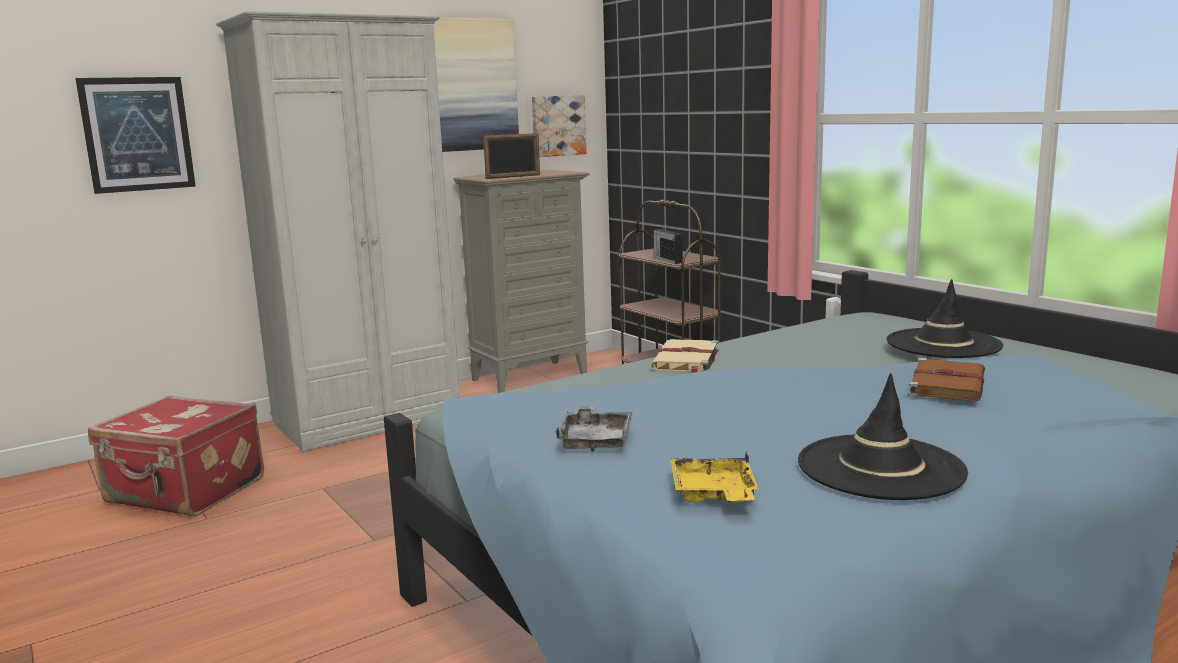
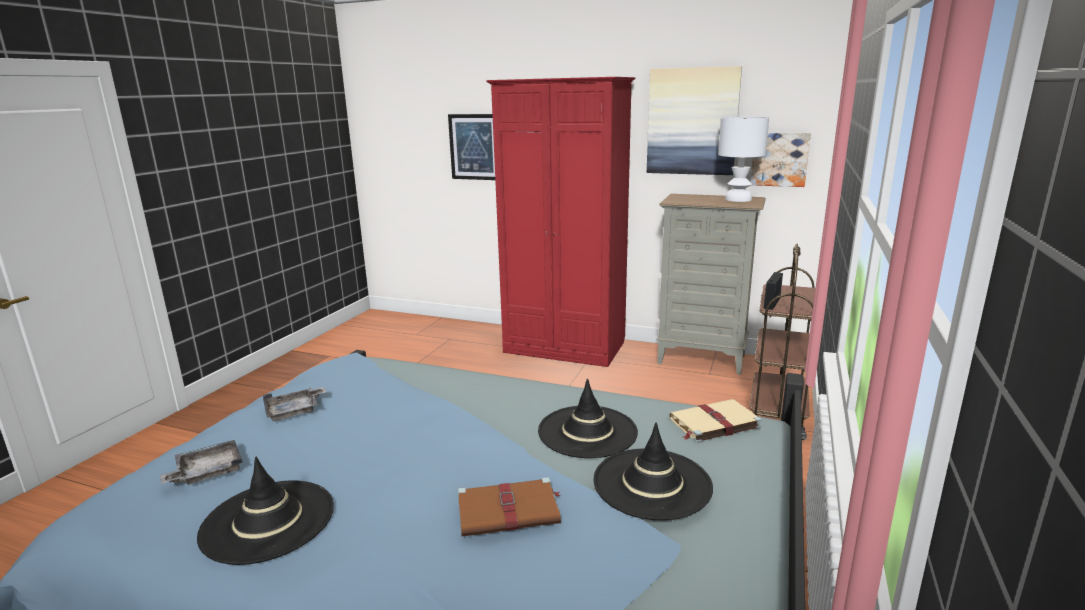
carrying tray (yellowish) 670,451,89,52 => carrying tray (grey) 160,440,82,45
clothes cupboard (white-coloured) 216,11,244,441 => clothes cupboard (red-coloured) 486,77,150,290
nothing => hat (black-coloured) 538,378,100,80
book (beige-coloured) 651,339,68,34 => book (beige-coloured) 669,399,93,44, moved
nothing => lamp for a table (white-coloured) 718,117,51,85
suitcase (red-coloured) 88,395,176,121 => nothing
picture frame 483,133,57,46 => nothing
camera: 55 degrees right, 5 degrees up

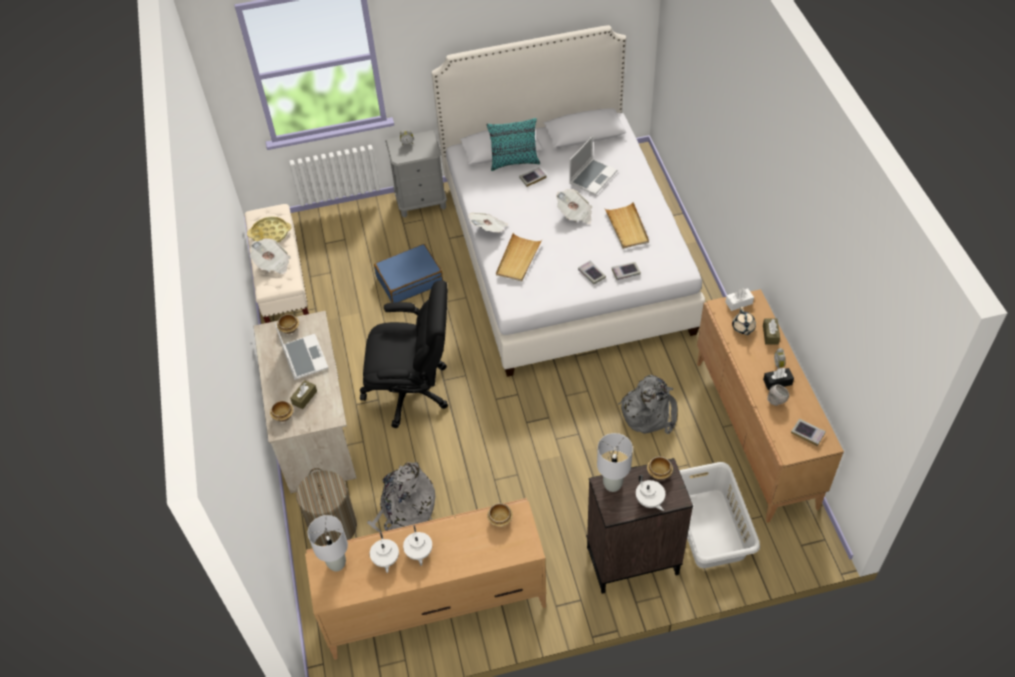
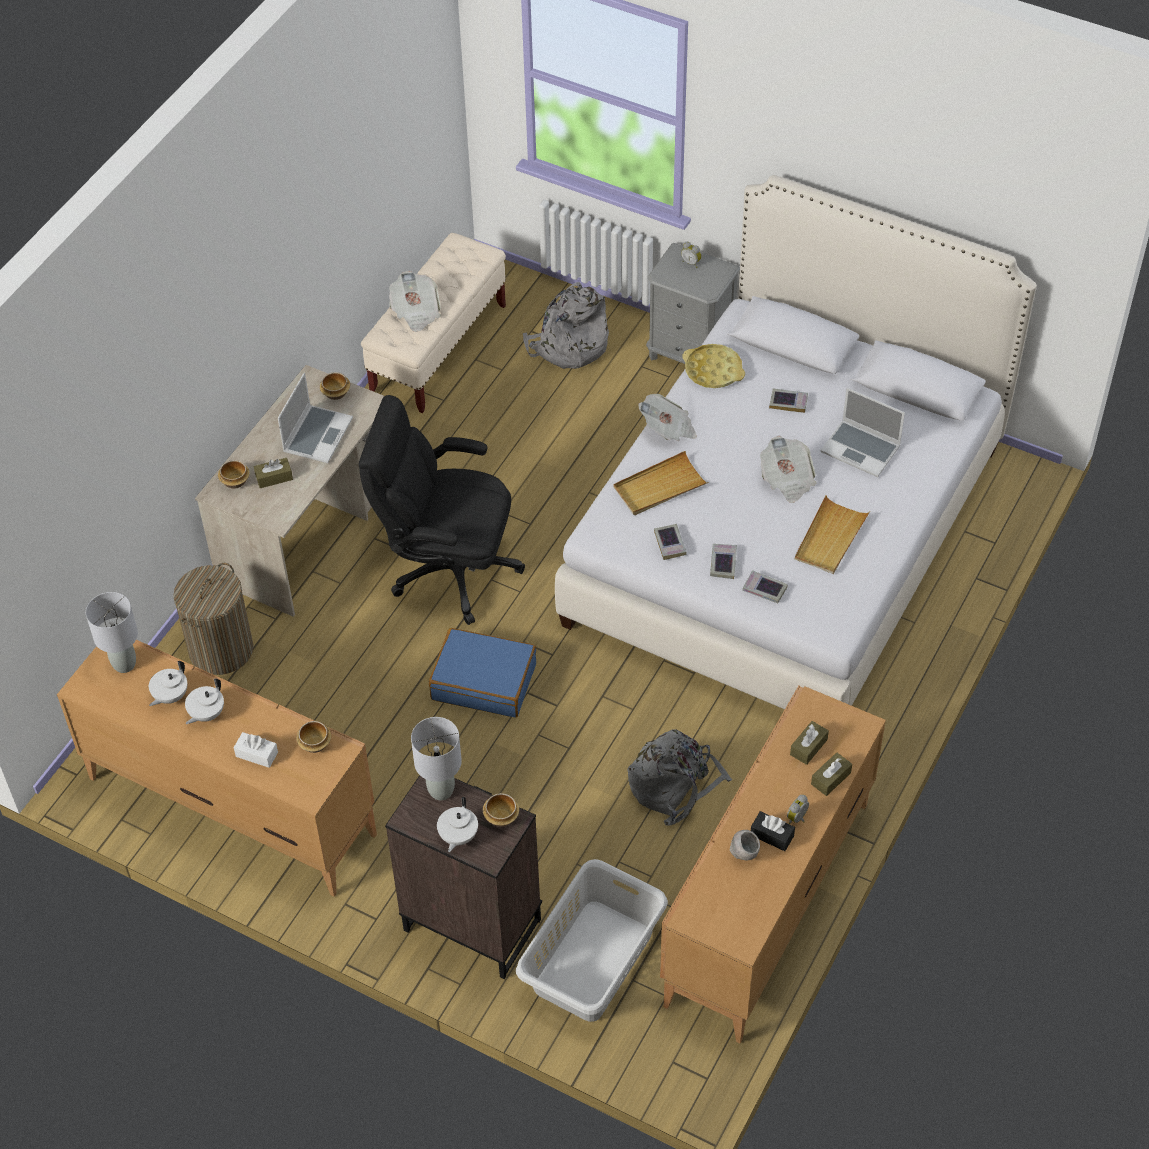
box of tissues (white-coloured) 725,288,29,23 => box of tissues (white-coloured) 234,732,44,36, moved
desk chair (black-coloured) 360,280,88,148 => desk chair (black-coloured) 359,395,166,230, 150 degrees clockwise
suitcase (blue-coloured) 374,244,69,59 => suitcase (blue-coloured) 429,628,107,90, moved
rucksack (grey) 367,462,68,70 => rucksack (grey) 523,282,86,87, moved
book 791,418,35,28 => book 654,524,33,36, moved
carrying tray (yellowish) 247,216,44,27 => carrying tray (yellowish) 682,344,63,44, moved
teapot (beige-coloured) 732,307,24,28 => box of tissues (brownish) 790,721,39,44
laptop 569,136,48,59 => laptop 820,388,85,89, 45 degrees clockwise
pillow (blue-green) 487,118,53,53 => nothing
camera: 40 degrees right, 0 degrees up

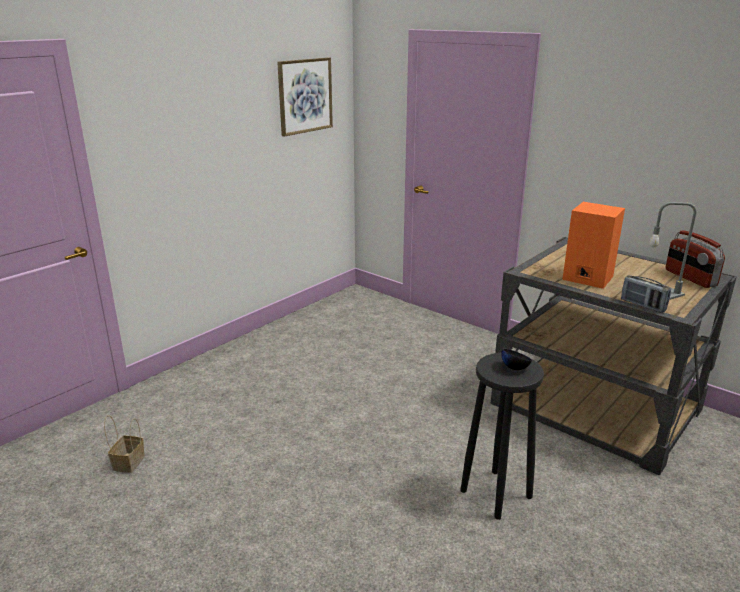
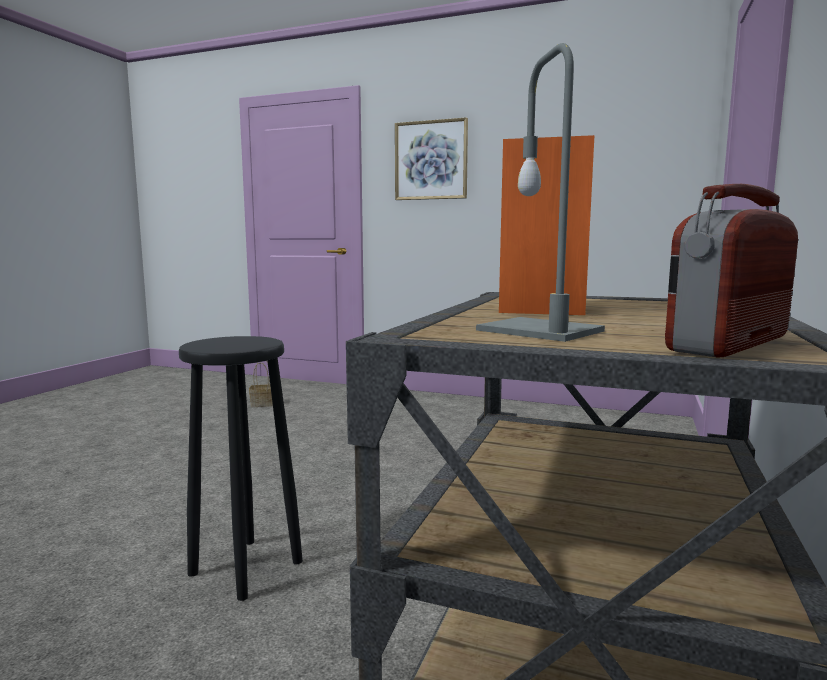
wall art 277,57,56,80 => wall art 395,117,73,83, moved
serving bowl (black-coloured) 501,349,31,21 => nothing
radio set 621,275,50,38 => nothing
camera: 70 degrees right, 15 degrees down

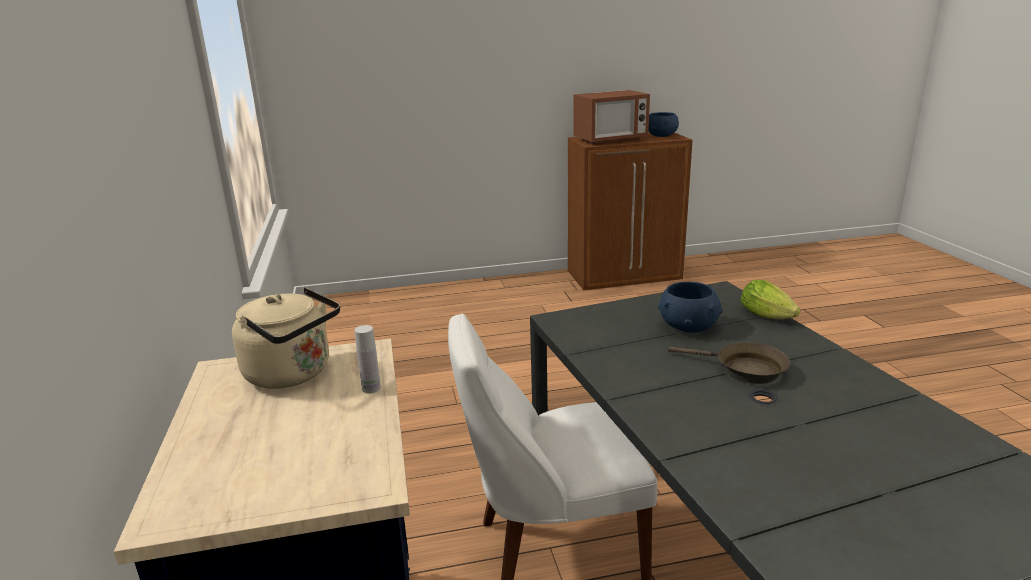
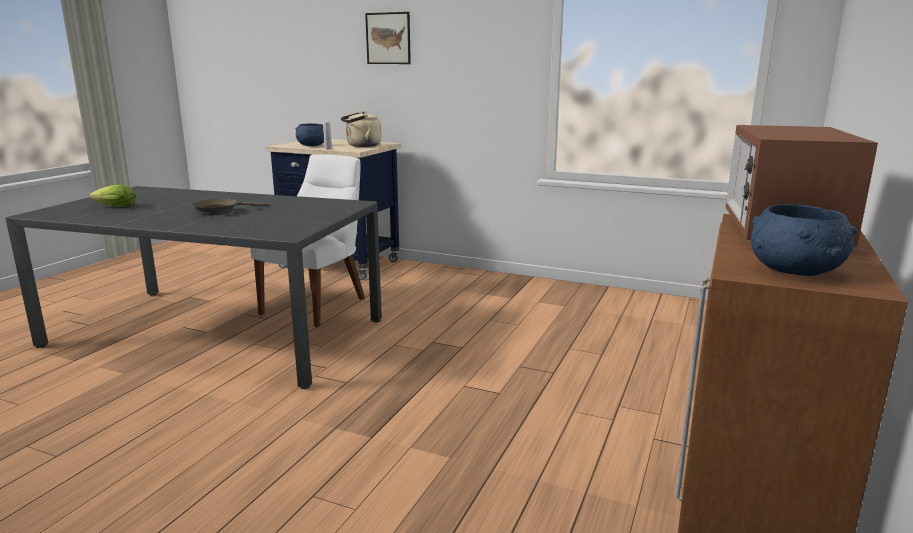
lettuce 741,280,60,39 => lettuce 89,185,47,22, moved
serving bowl (blue-coloured) 658,282,65,51 => serving bowl (blue-coloured) 295,123,29,23, moved
nothing => wall art 365,12,46,52
camera: 125 degrees right, 5 degrees down

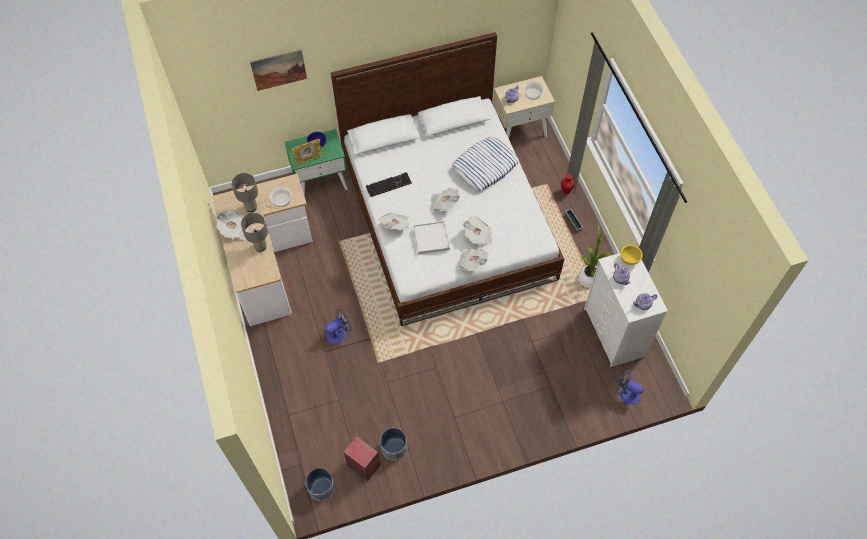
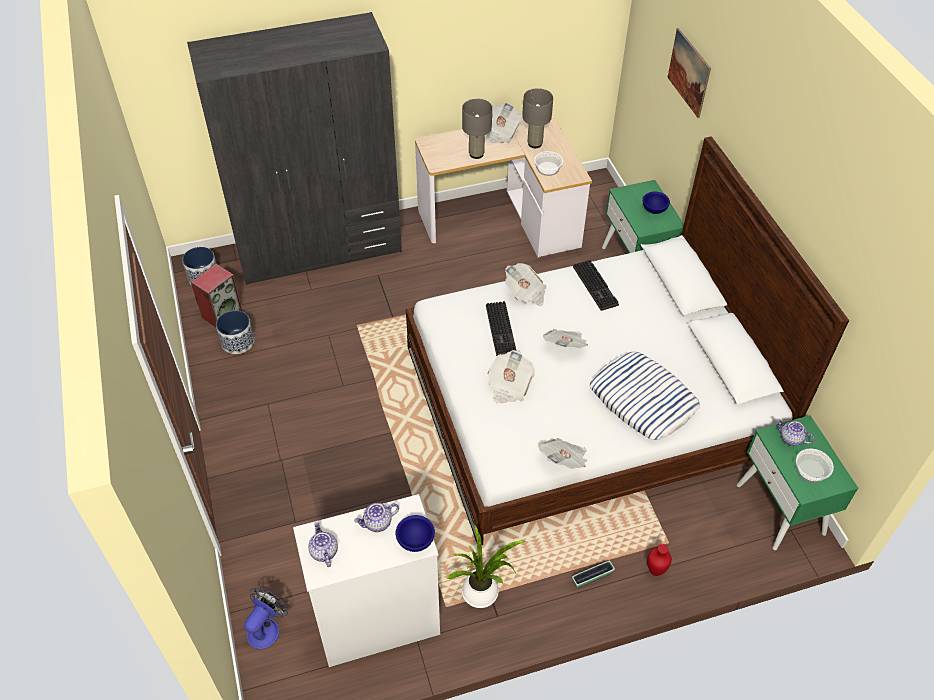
nothing => clothes cupboard (grey) 187,12,215,273
serving bowl (yellowish) 620,245,23,20 => serving bowl (blue-coloured) 396,515,39,37
carrying tray (white-coloured) 414,221,36,33 => keyboard 486,301,31,55
newspaper 457,249,32,22 => newspaper 539,438,48,31, moved
bedside table (beige-coloured) 493,76,62,62 => bedside table (green) 737,415,121,135
picture frame 292,139,31,27 => nothing
fan 325,309,27,35 => nothing
camera: 90 degrees right, 10 degrees down

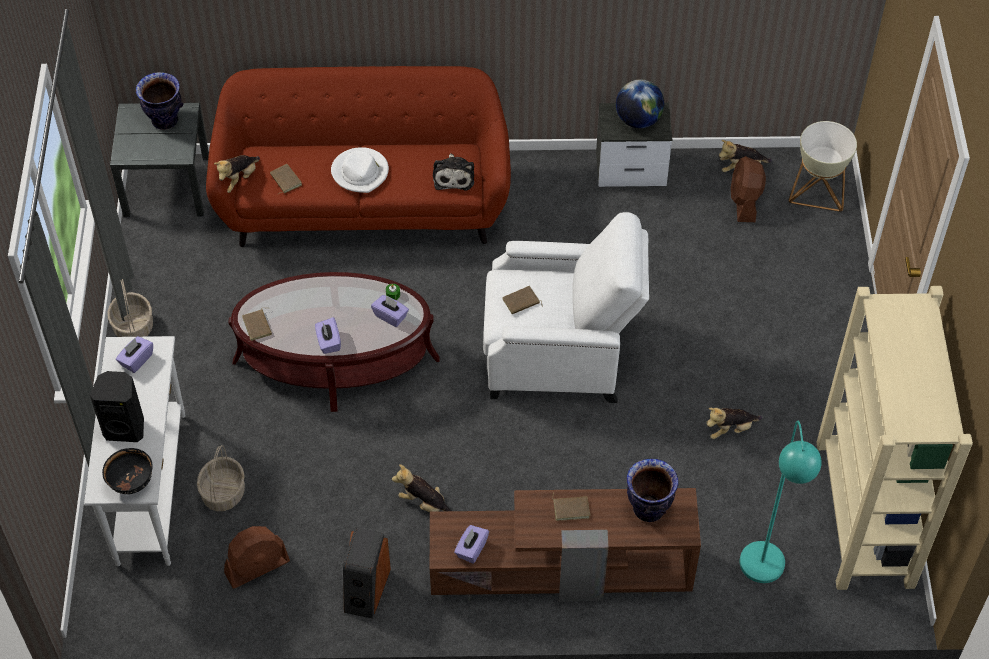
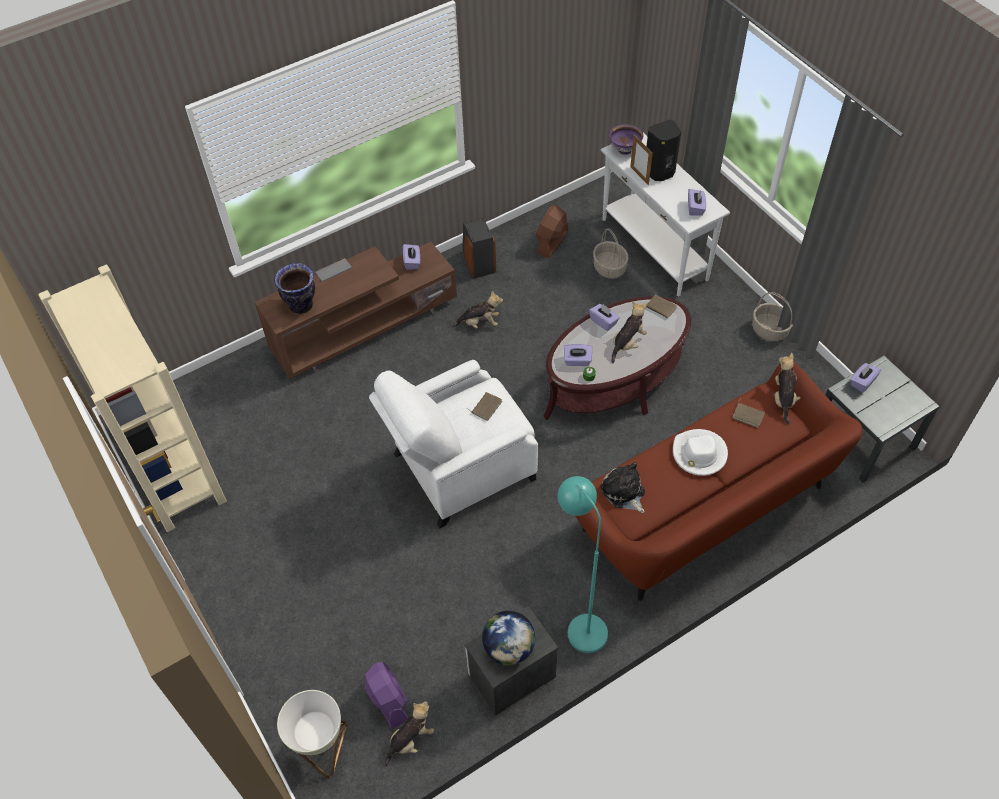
fan (brownish) 731,156,35,66 => fan (purple) 365,662,43,67
standing lamp (blue-green) 739,421,83,162 => standing lamp (blue-green) 558,476,50,177, moved
serving bowl (black-coloured) 102,448,51,46 => serving bowl (purple) 609,124,35,31
cuddly toy 706,407,56,32 => cuddly toy 611,302,36,61, moved
nothing => picture frame 630,135,23,50
nothing => box of tissues (purple) 850,363,31,30
decorative vase 136,72,48,58 => nothing
book (brownish) 552,492,38,29 => nothing
camera: 150 degrees right, 0 degrees up

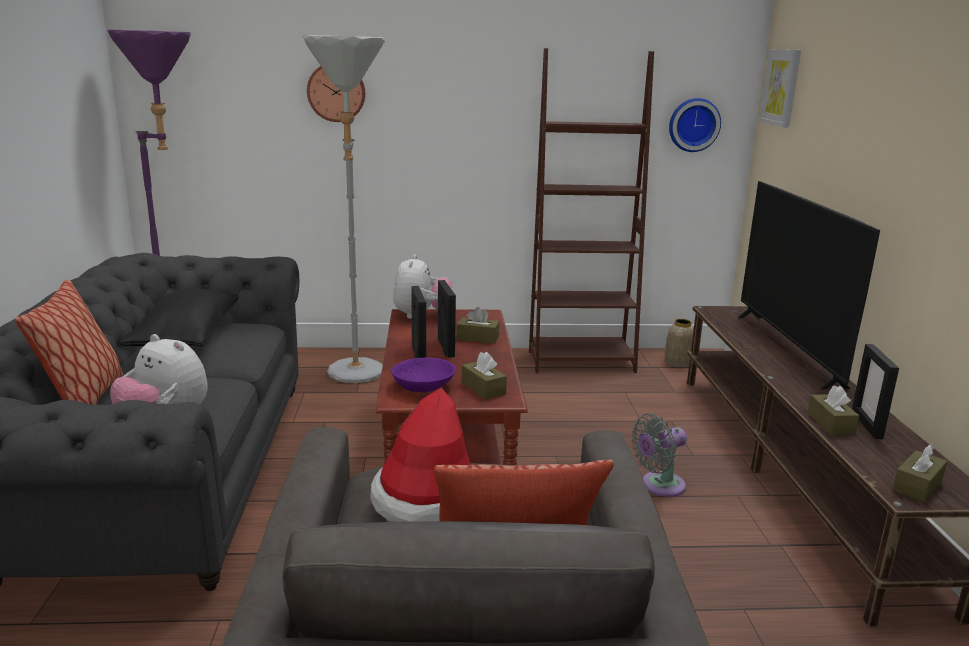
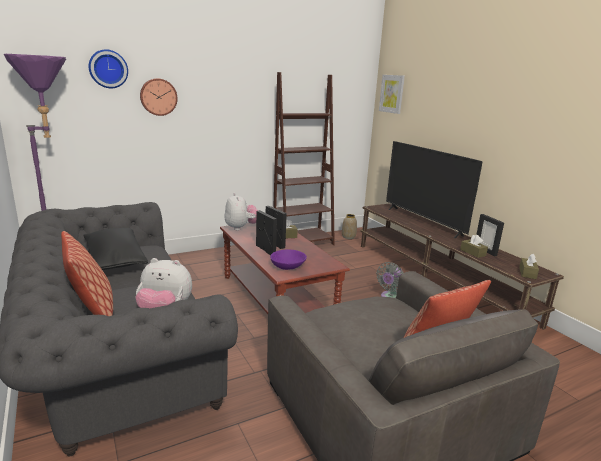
wall clock 669,98,52,54 => wall clock 89,49,39,39, moved
standing lamp (grey) 303,35,82,348 => nothing
hat 370,388,101,134 => nothing
box of tissues (brownish) 462,352,45,48 => nothing
camera: 25 degrees left, 0 degrees up

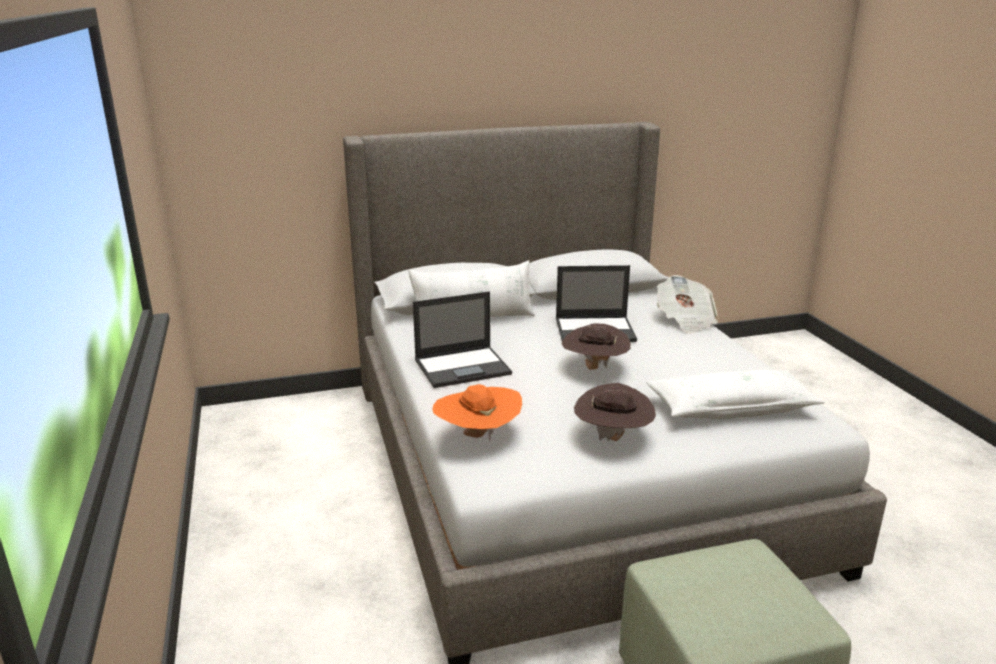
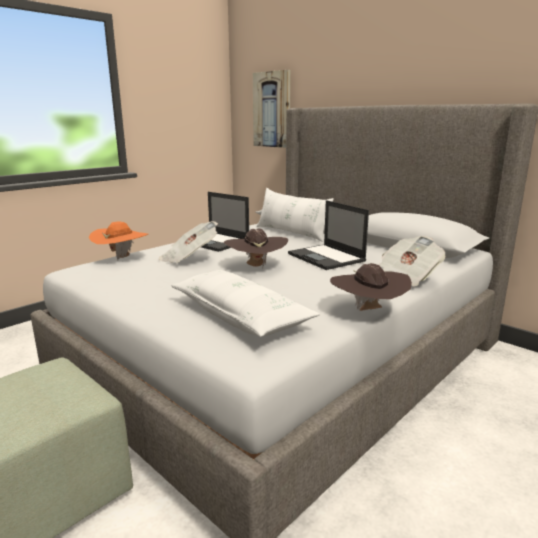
nothing => newspaper 158,221,60,42
nothing => wall art 253,70,38,78
hat (brownish) 574,383,82,58 => hat (brownish) 330,263,82,48, moved
camera: 60 degrees right, 5 degrees down

